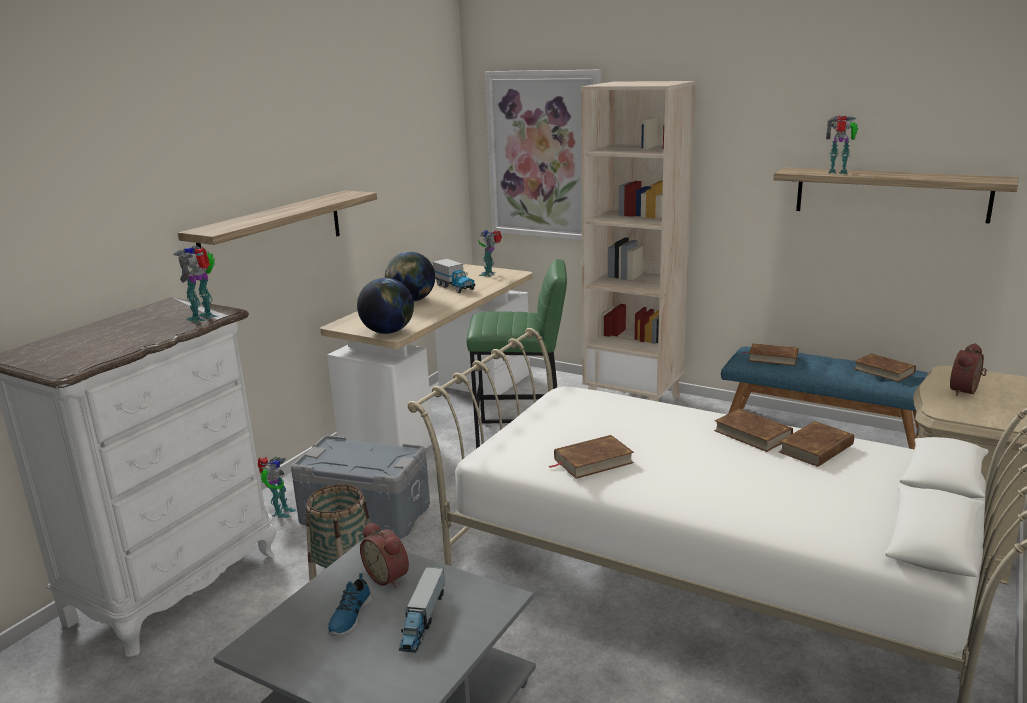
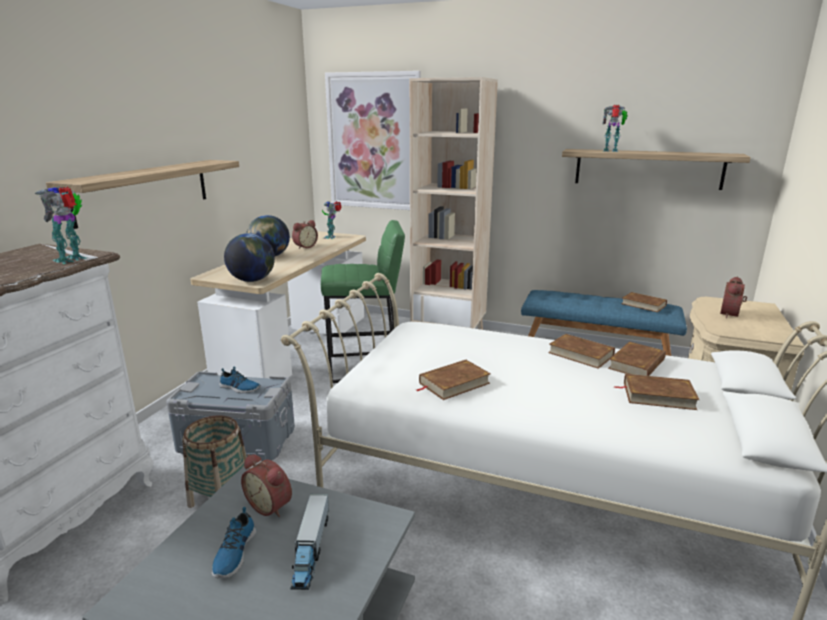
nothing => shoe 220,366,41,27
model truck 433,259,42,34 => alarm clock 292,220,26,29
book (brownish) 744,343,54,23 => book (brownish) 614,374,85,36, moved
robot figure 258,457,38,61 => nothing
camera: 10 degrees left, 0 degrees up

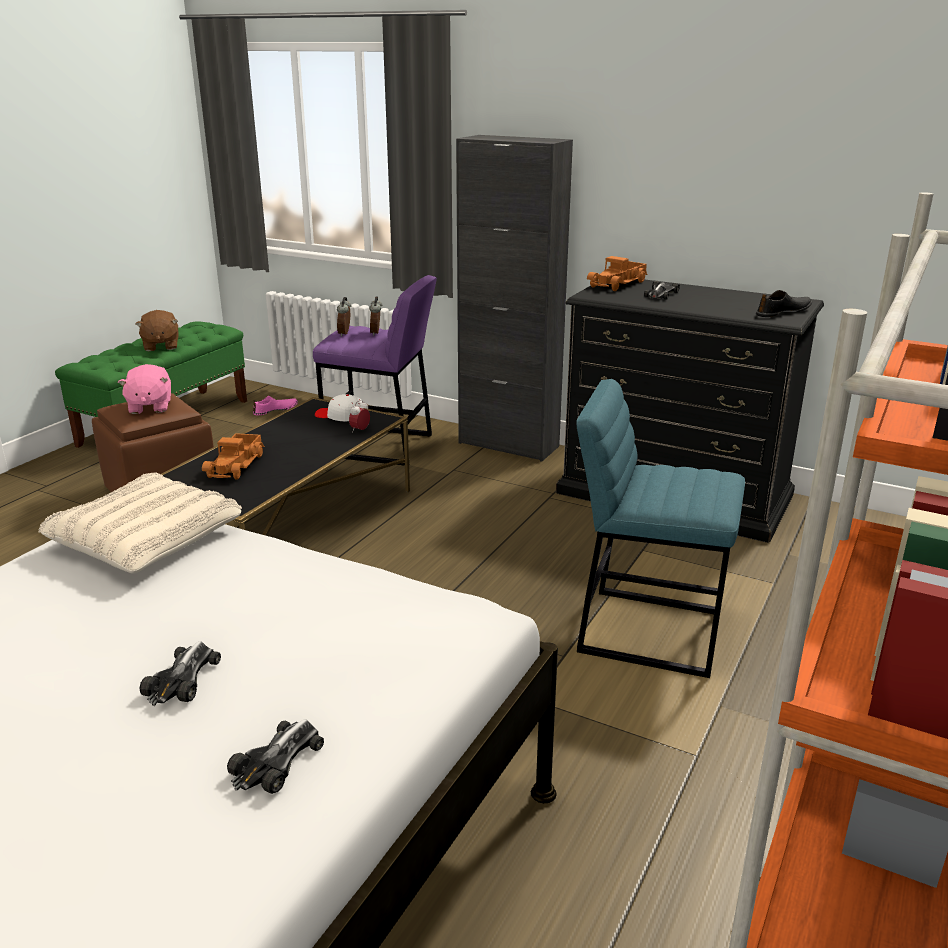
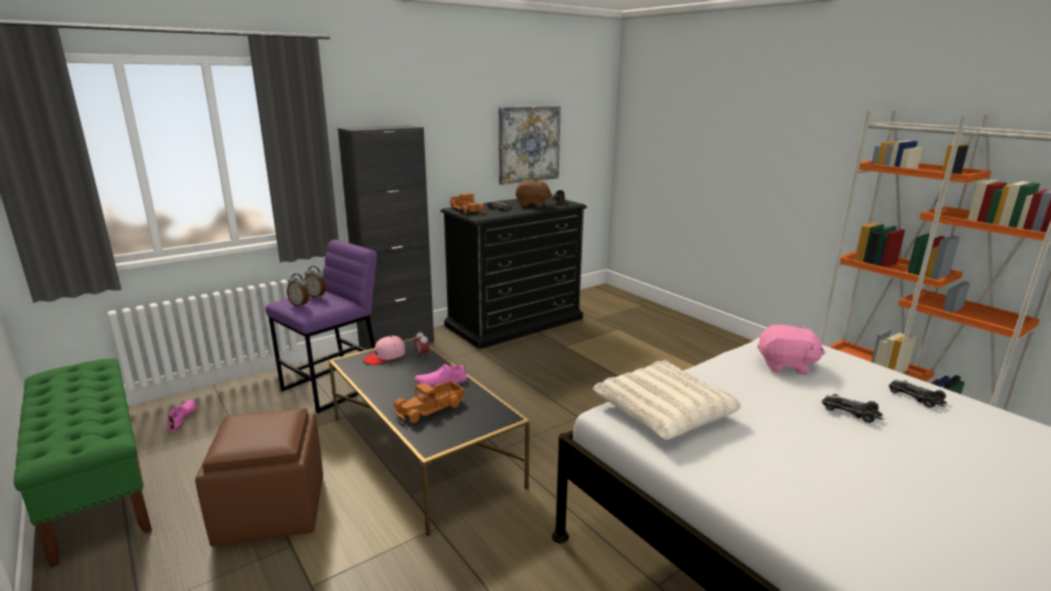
baseball cap (white-coloured) 315,394,49,27 => baseball cap (pinkish) 363,336,42,29
model truck 202,433,63,47 => model truck 394,380,70,43, 105 degrees clockwise
nothing => shoe (pinkish) 414,363,53,24
nothing => wall art 499,106,62,79
cuddly toy (brownish) 136,310,42,41 => cuddly toy (brownish) 515,180,37,27, moved
cuddly toy (pinkish) 118,364,53,50 => cuddly toy (pinkish) 757,325,68,50, moved
stool seat (blue-coloured) 576,379,169,299 => nothing
camera: 65 degrees left, 5 degrees down

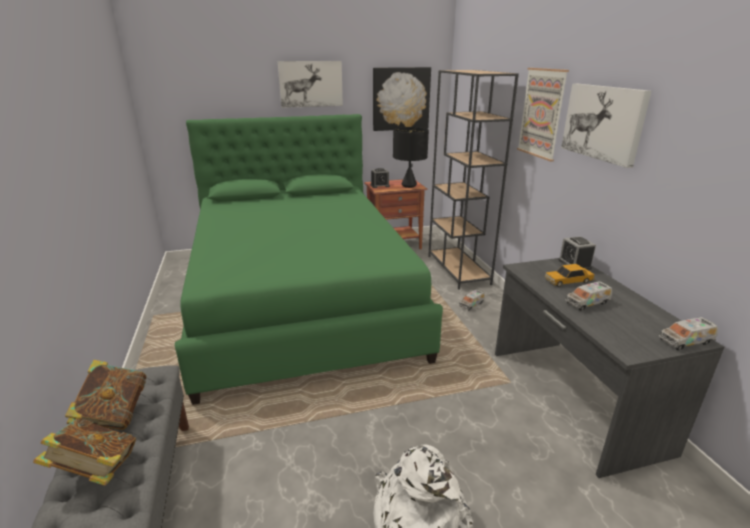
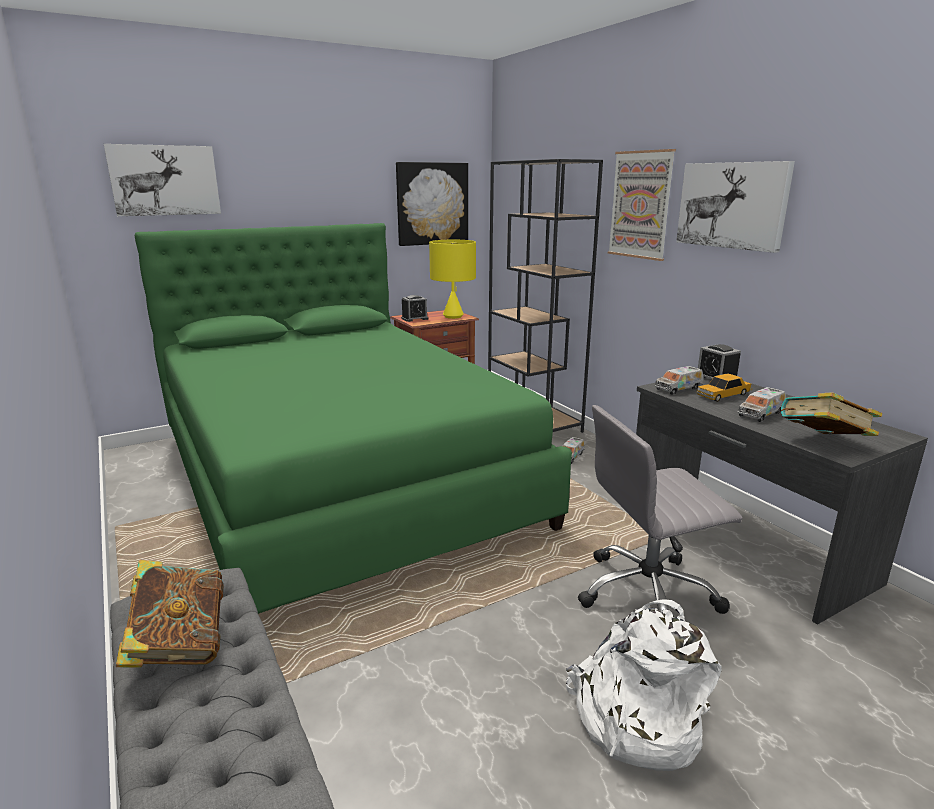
wall art 278,61,65,47 => wall art 104,144,117,72, moved
lamp for a table (black-coloured) 393,127,36,61 => lamp for a table (yellowish) 429,240,47,79
nothing => desk chair (grey) 578,405,164,209
model truck 659,317,59,34 => model truck 655,366,48,29, moved
book 33,418,103,68 => book 781,392,101,44, moved
camera: 15 degrees left, 5 degrees down

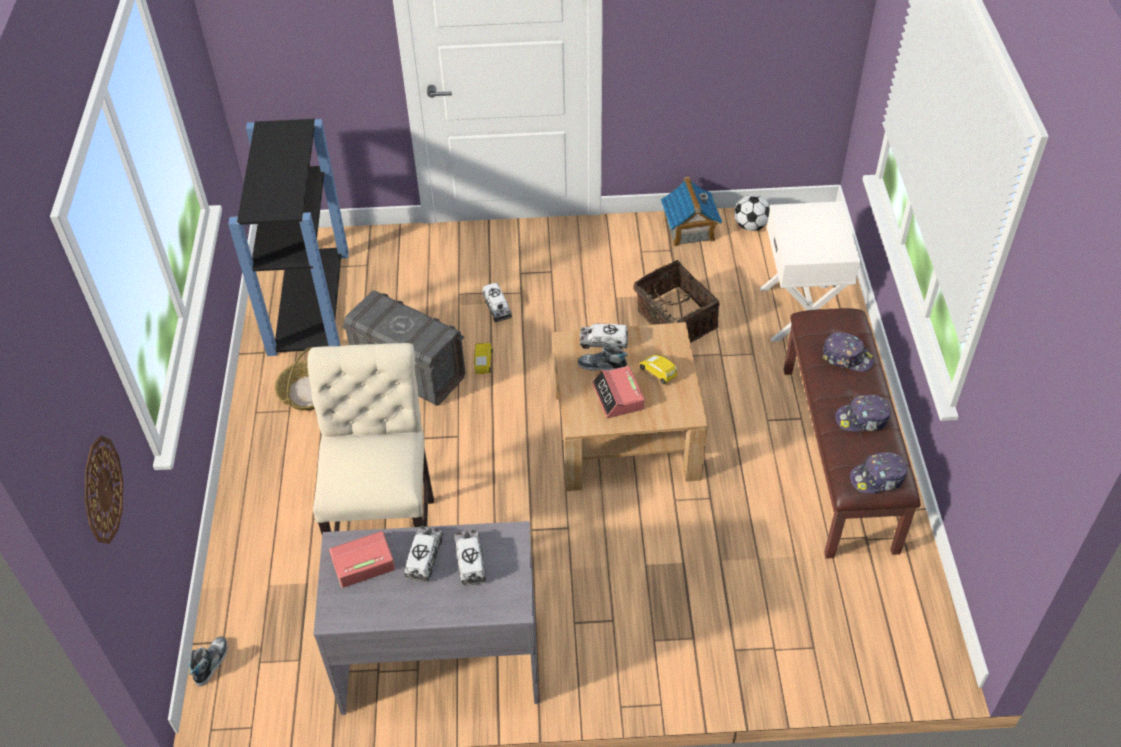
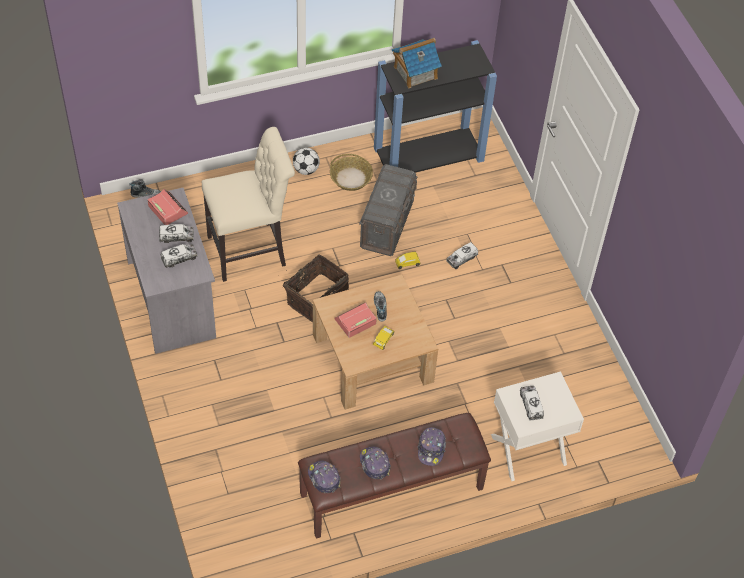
basket 633,260,87,83 => basket 283,254,66,69, moved
football ball 734,195,36,36 => football ball 293,148,27,27, moved
toy house 661,177,61,69 => toy house 392,38,50,51, moved
model truck 580,324,48,25 => model truck 520,386,24,35, moved
wall clock 84,436,39,108 => nothing
camera: 70 degrees right, 5 degrees up

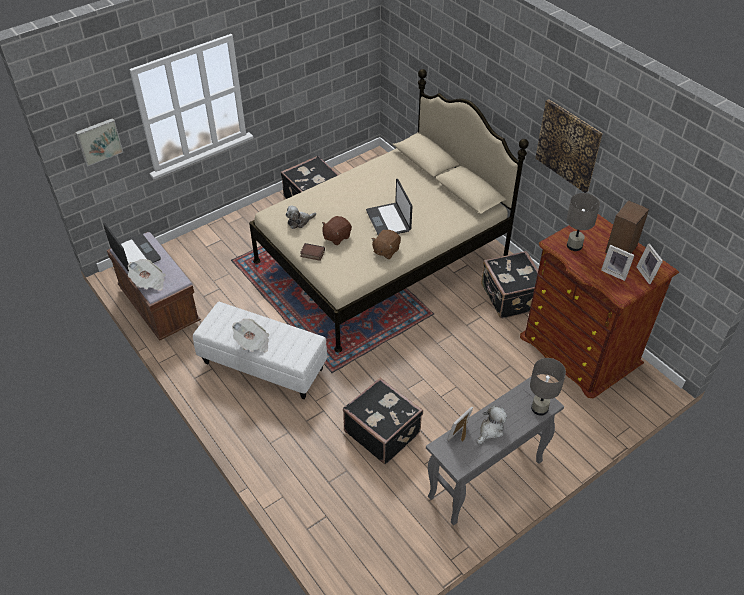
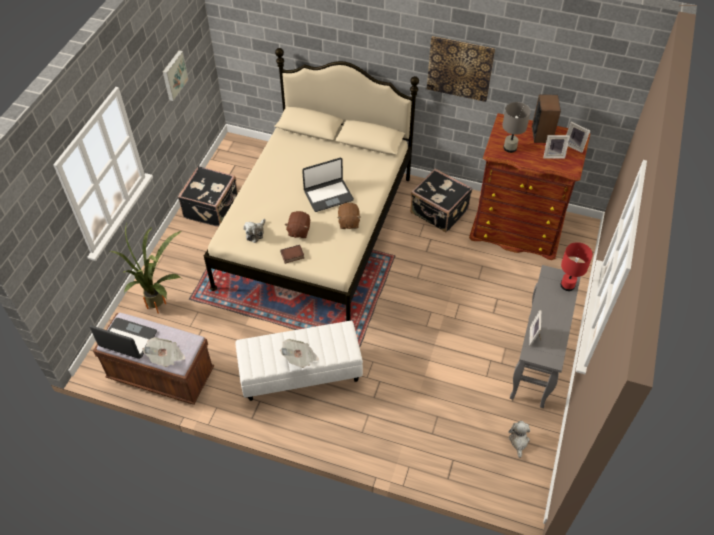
nothing => plant in a pot 110,226,71,88
wall art 75,118,48,49 => wall art 163,50,26,51, moved
laptop 366,179,46,56 => laptop 302,158,52,54, 60 degrees counterclockwise
cuddly toy 477,406,30,38 => cuddly toy 508,421,22,37, moved
lamp for a table (grey) 530,358,36,58 => lamp for a table (red-coloured) 561,242,32,49
suitcase (black-coloured) 343,377,80,87 => nothing
camera: 35 degrees left, 5 degrees up

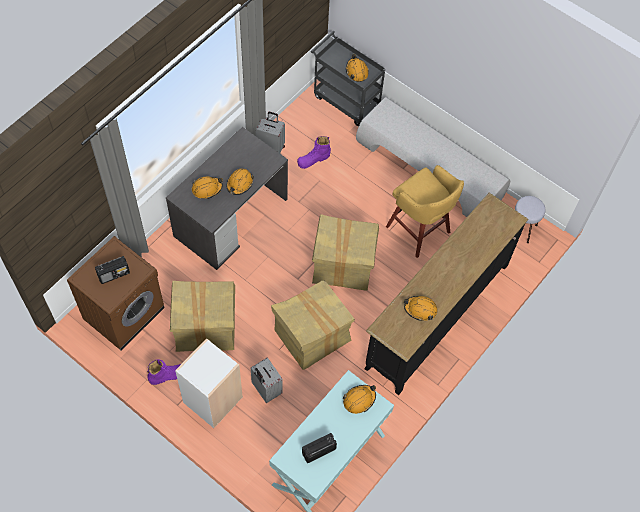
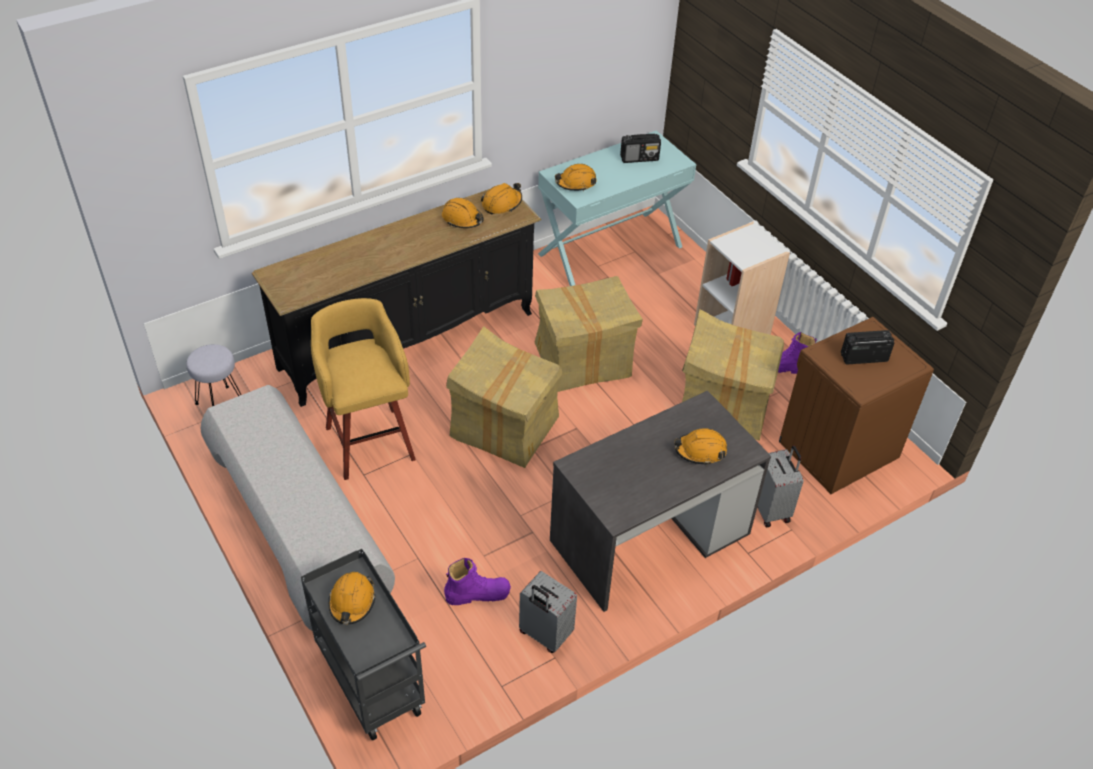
work helmet (orange-coloured) 227,168,27,27 => work helmet (orange-coloured) 481,183,41,31, moved
suitcase (grey) 251,358,32,45 => suitcase (grey) 757,445,47,82, moved
camera: 160 degrees left, 15 degrees down

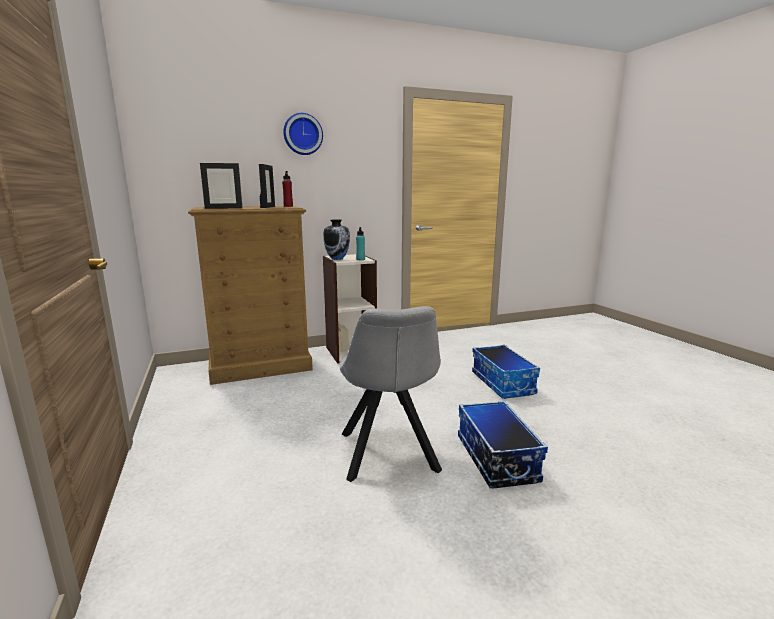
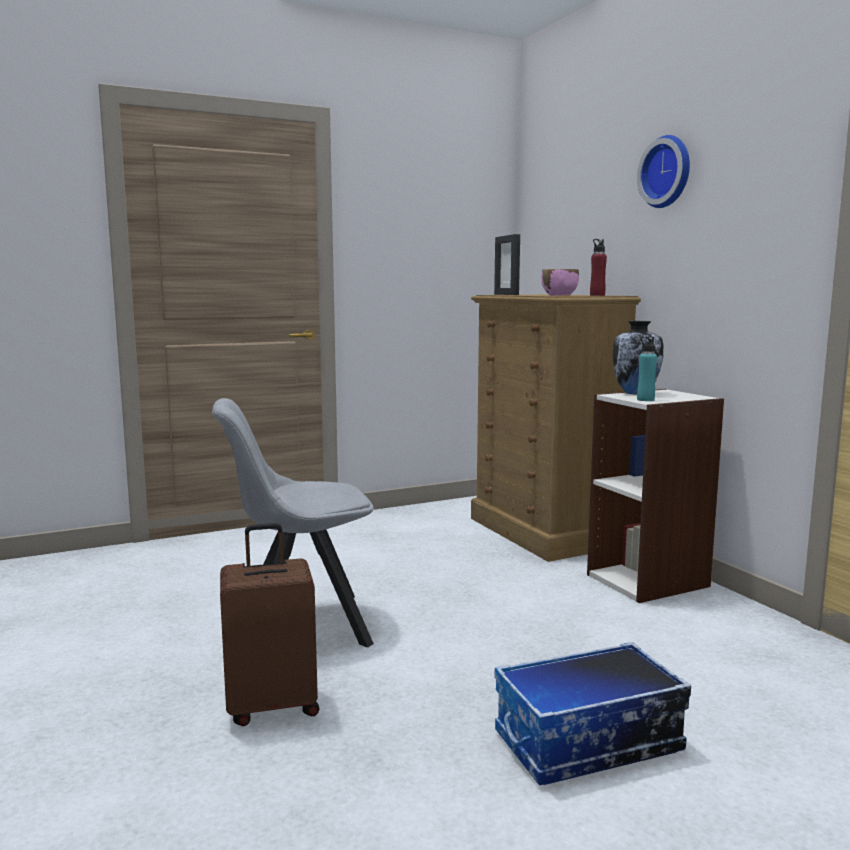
storage bin 458,401,90,88 => suitcase (brownish) 220,523,99,203
picture frame 259,164,16,44 => serving bowl (pinkish) 541,269,38,26
camera: 85 degrees right, 5 degrees down

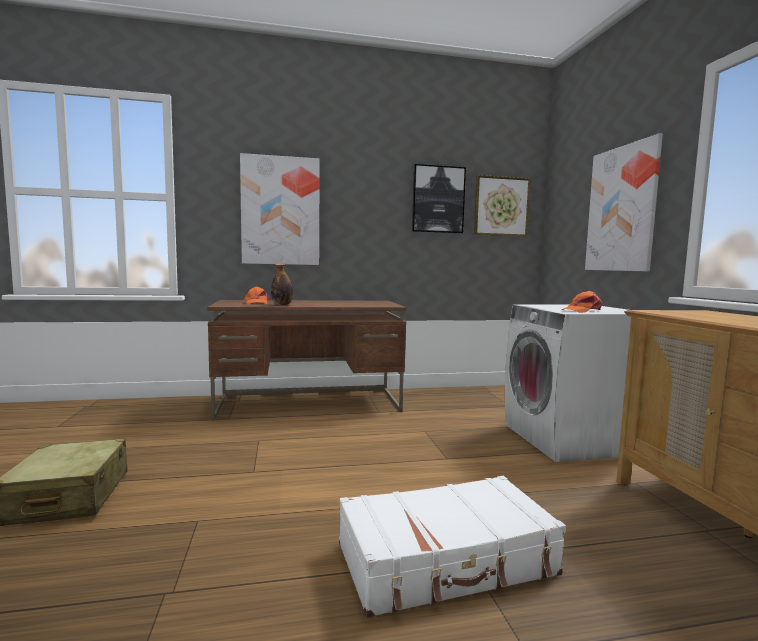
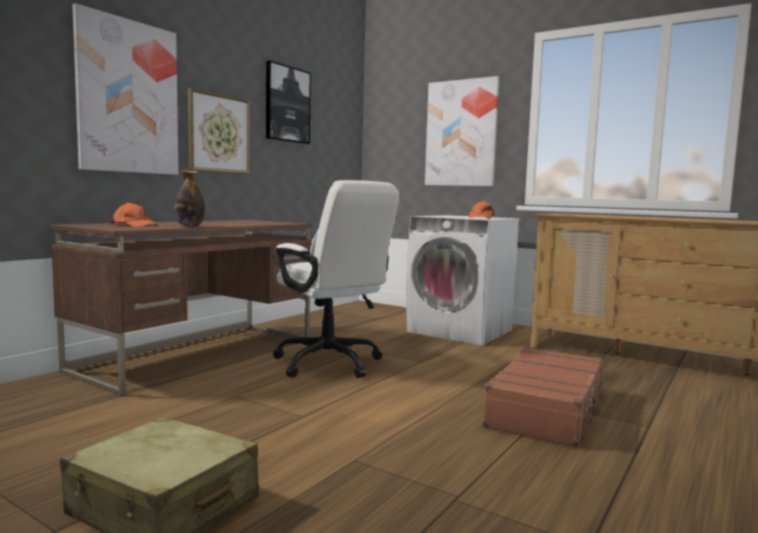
wall art 474,175,57,62 => wall art 188,88,62,86, moved
nothing => desk chair (white-coloured) 273,180,127,198
suitcase (white-coloured) 339,476,227,142 => suitcase (brownish) 483,347,123,100
camera: 45 degrees left, 0 degrees up

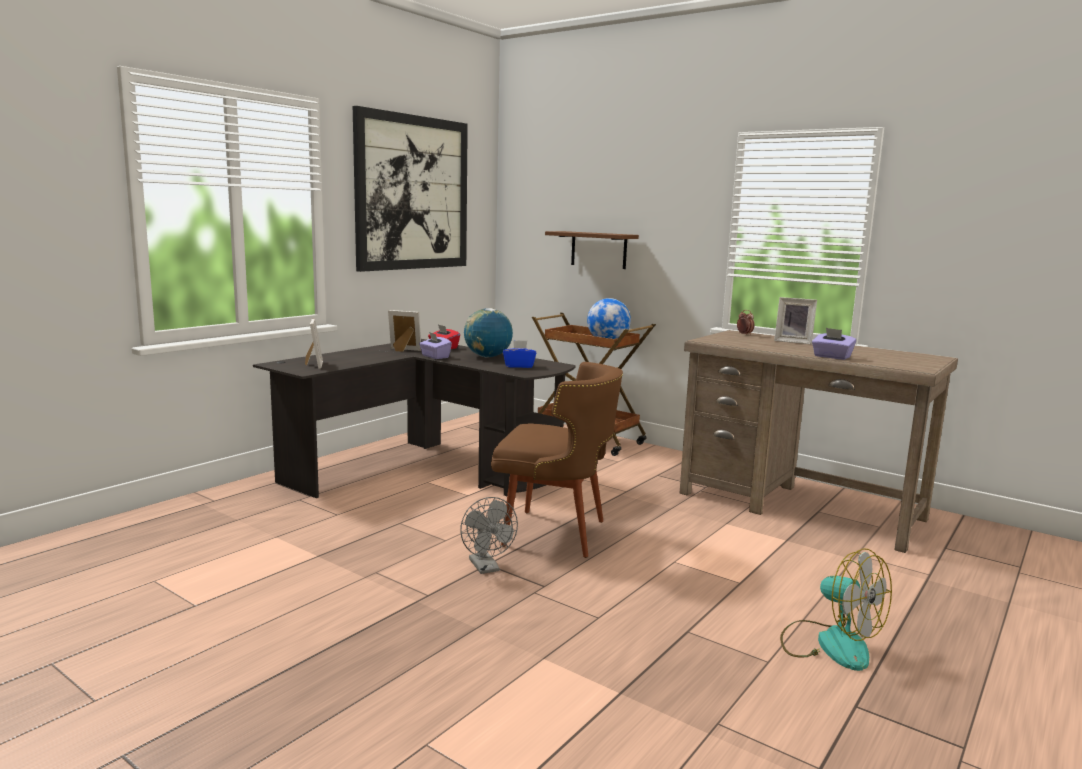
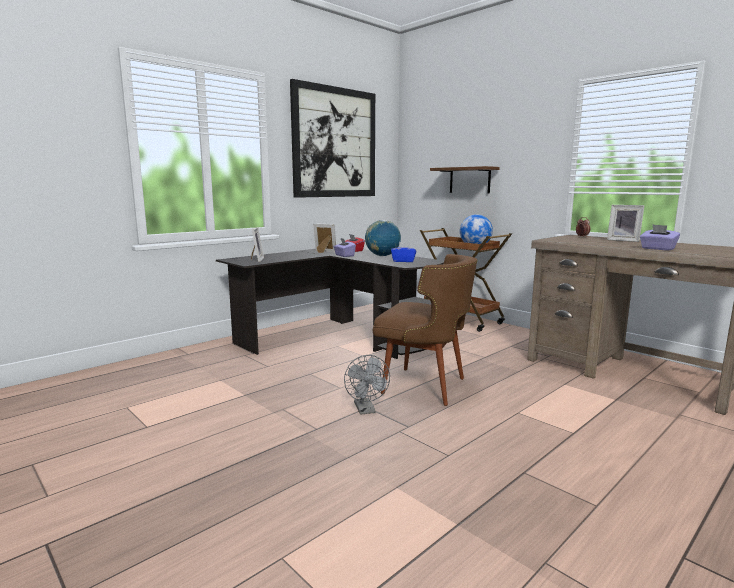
fan 780,548,112,123 => nothing
camera: 10 degrees right, 0 degrees up

